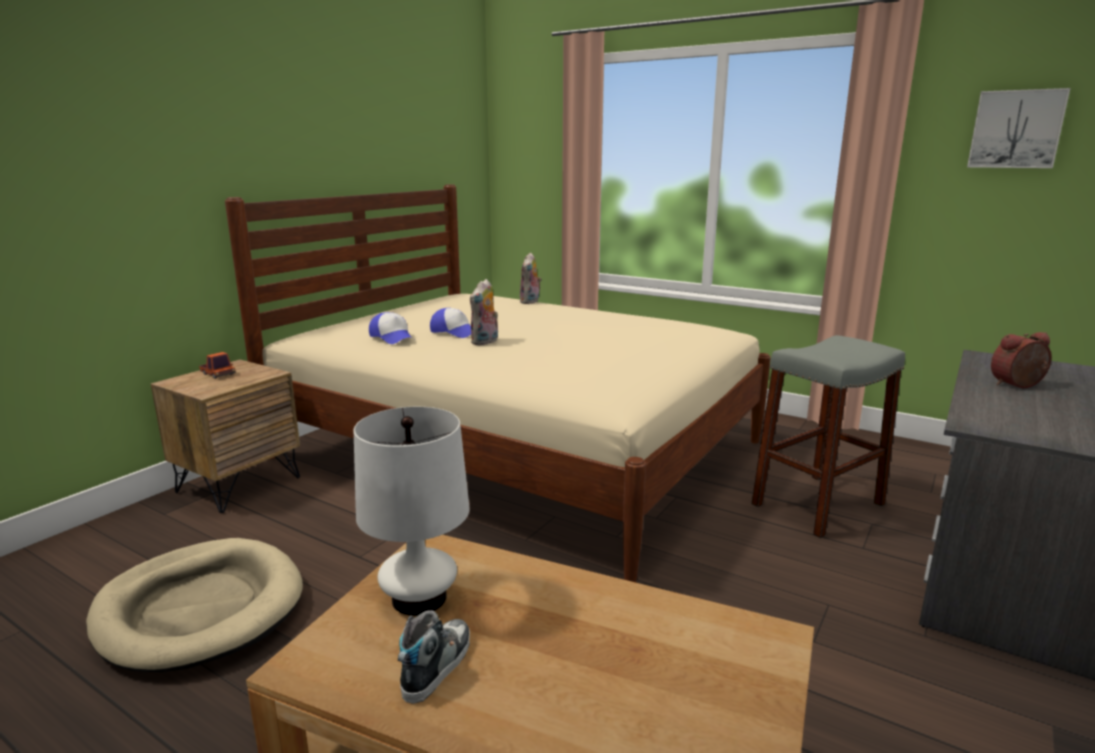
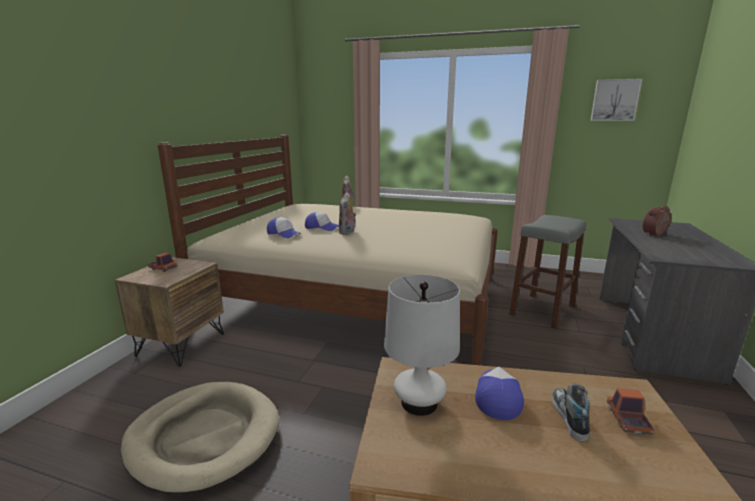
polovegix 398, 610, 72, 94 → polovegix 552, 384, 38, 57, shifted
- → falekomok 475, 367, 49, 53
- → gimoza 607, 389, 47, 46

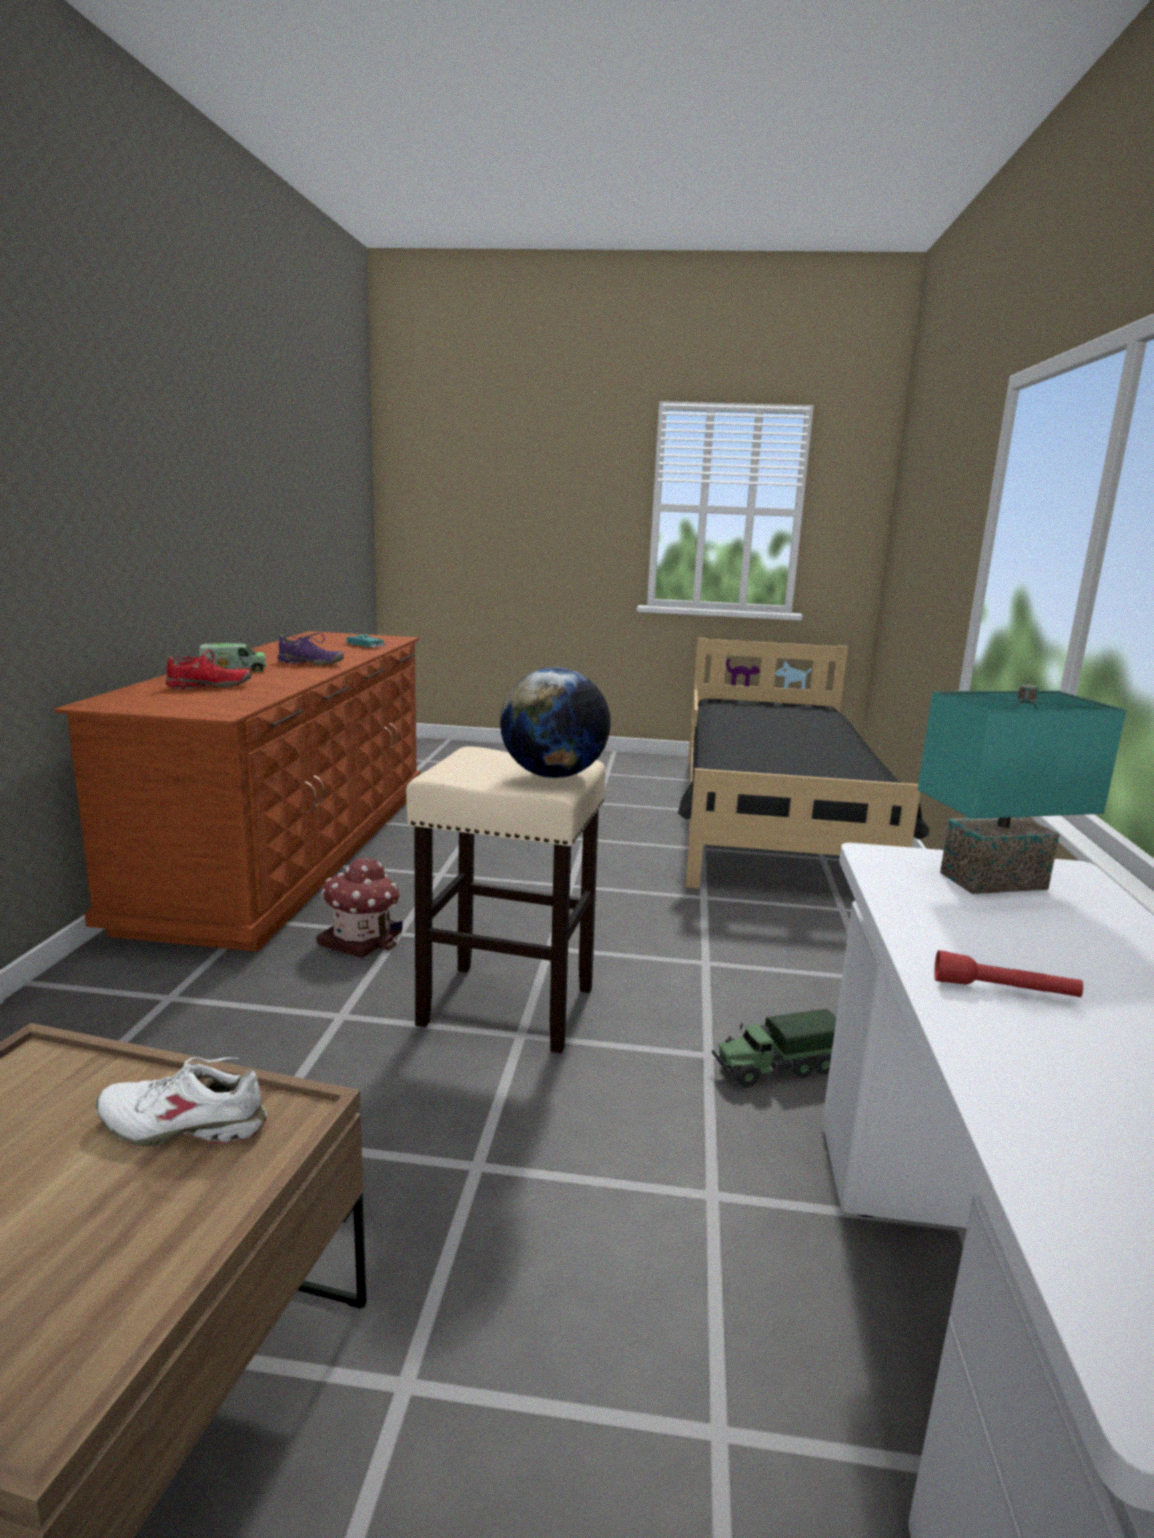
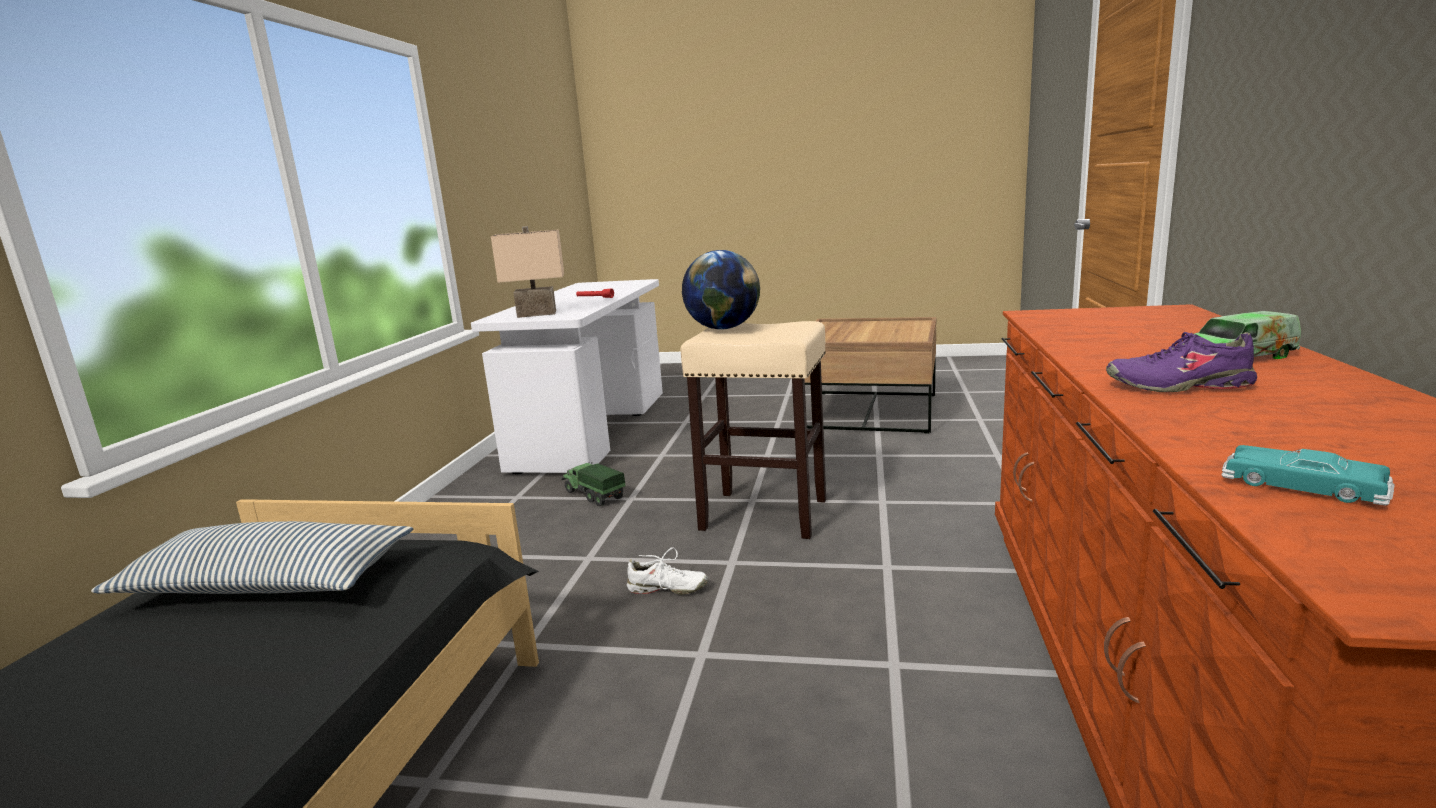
red polovegix 166, 650, 85, 40 → -
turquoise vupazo 918, 685, 208, 209 → beige vupazo 491, 226, 73, 92
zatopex 317, 858, 86, 100 → -
gimoza 712, 1009, 124, 79 → gimoza 561, 462, 64, 44, 120 degrees counterclockwise
white polovegix 96, 1057, 171, 89 → white polovegix 627, 547, 81, 48, shifted
- → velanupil 91, 521, 322, 73

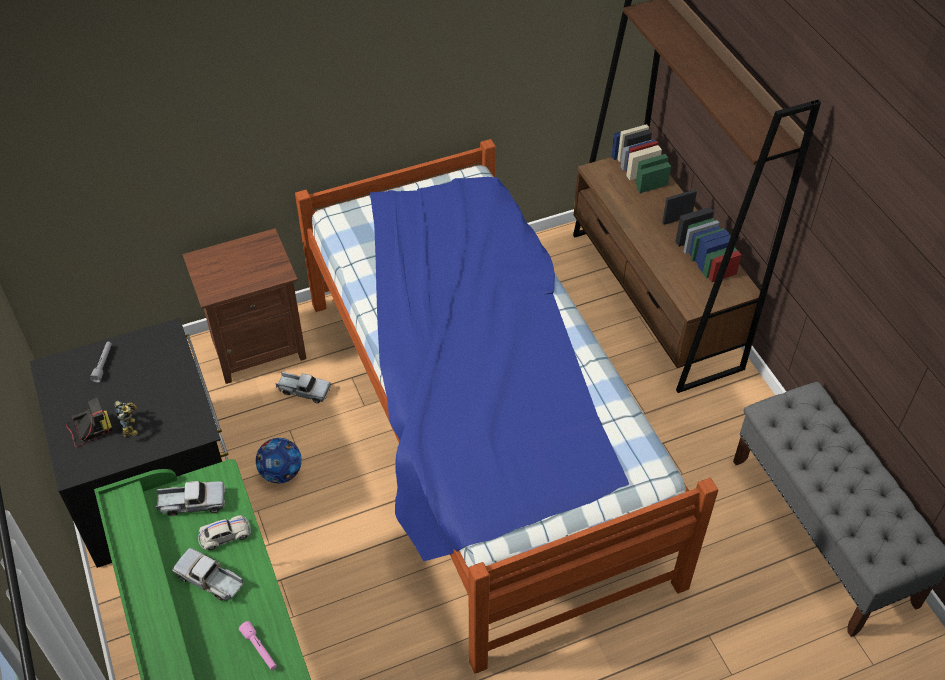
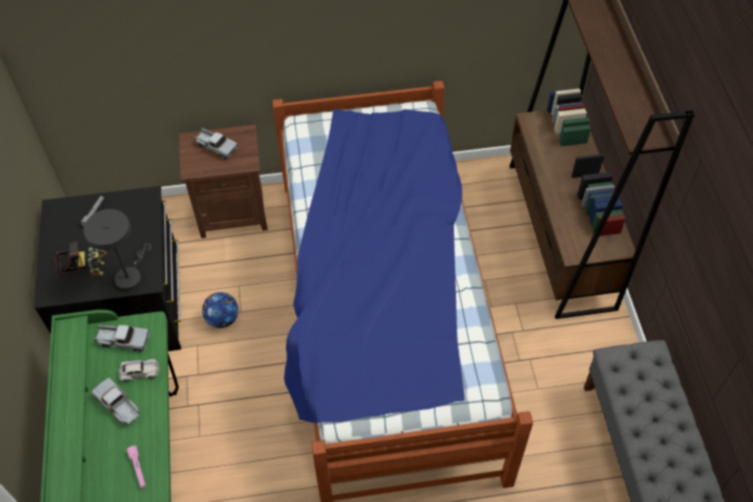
gimoza 275, 372, 56, 31 → gimoza 194, 128, 44, 31, shifted
- → grey vupazo 84, 209, 68, 82

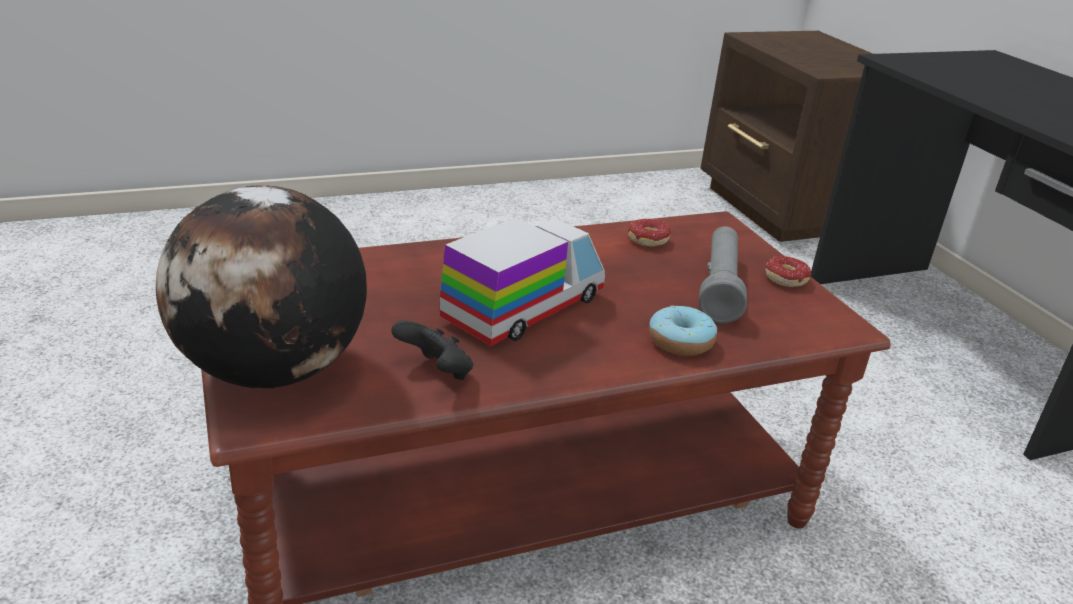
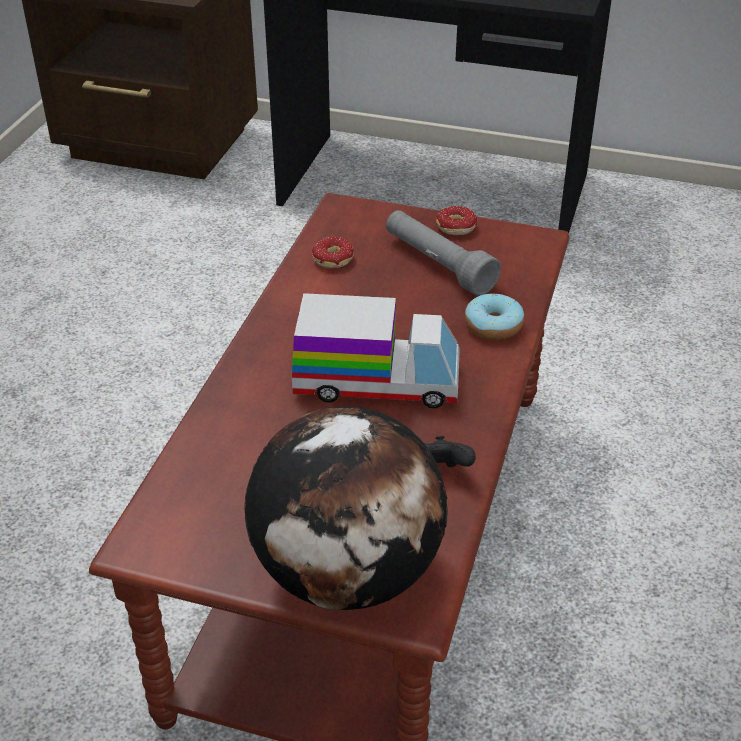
gimoza 440, 217, 165, 129 → gimoza 292, 293, 168, 115, 105 degrees clockwise

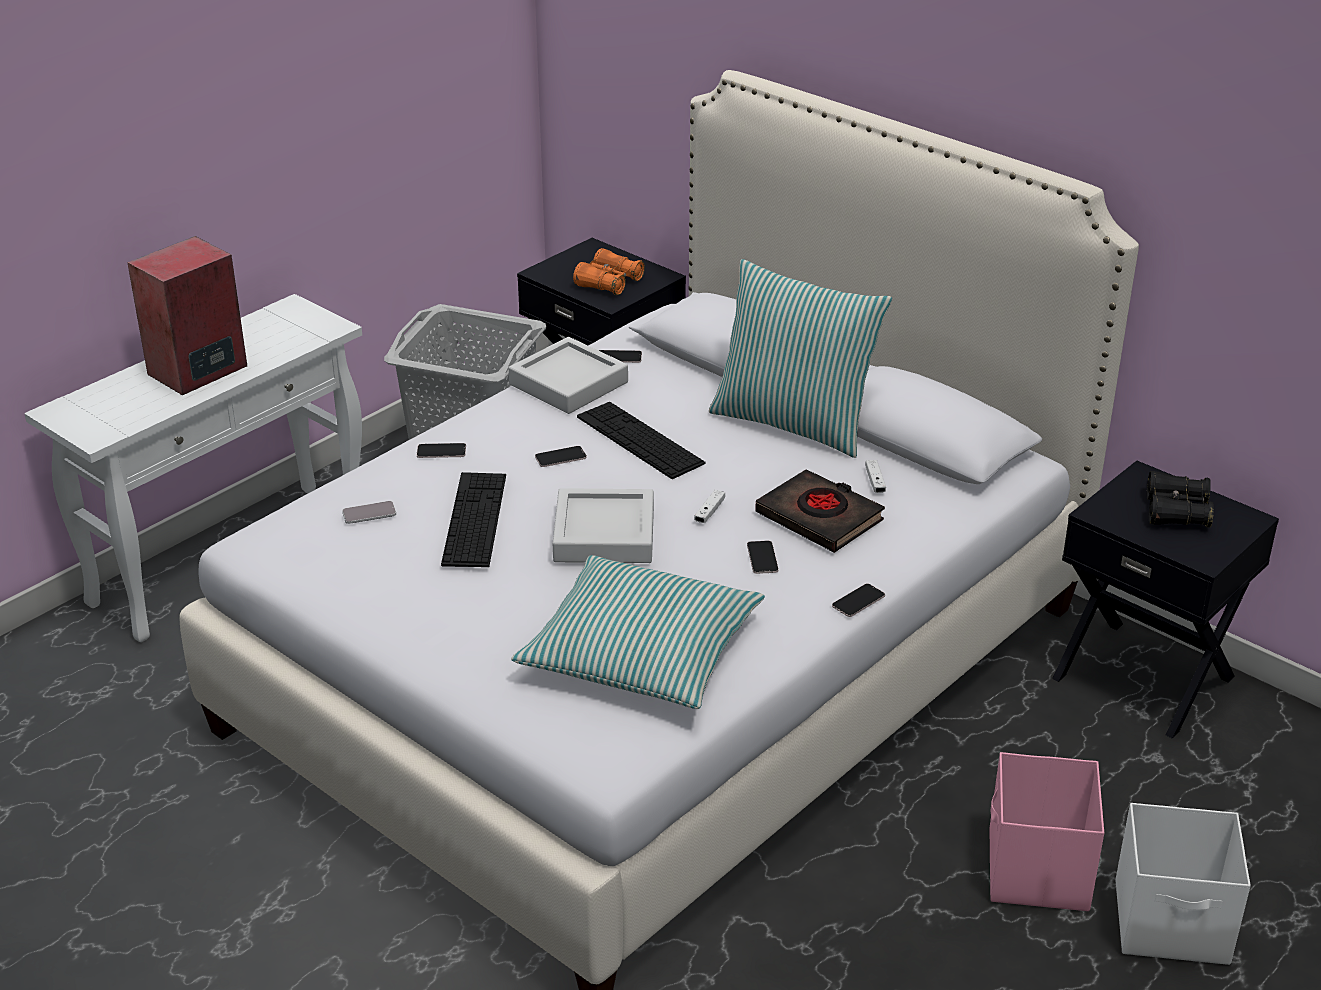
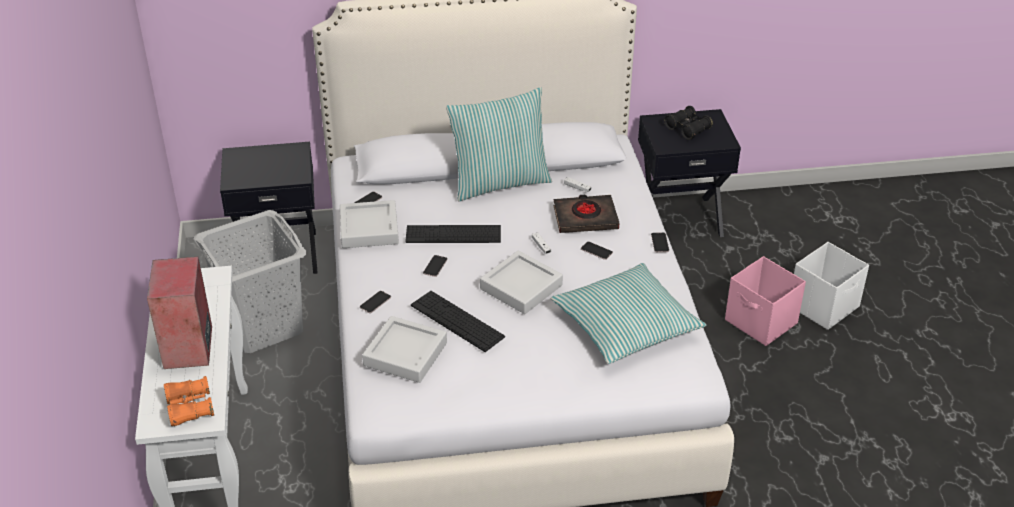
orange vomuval 573, 248, 72, 47 → orange vomuval 164, 376, 50, 50, shifted
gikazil 342, 501, 54, 23 → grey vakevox 362, 316, 85, 67

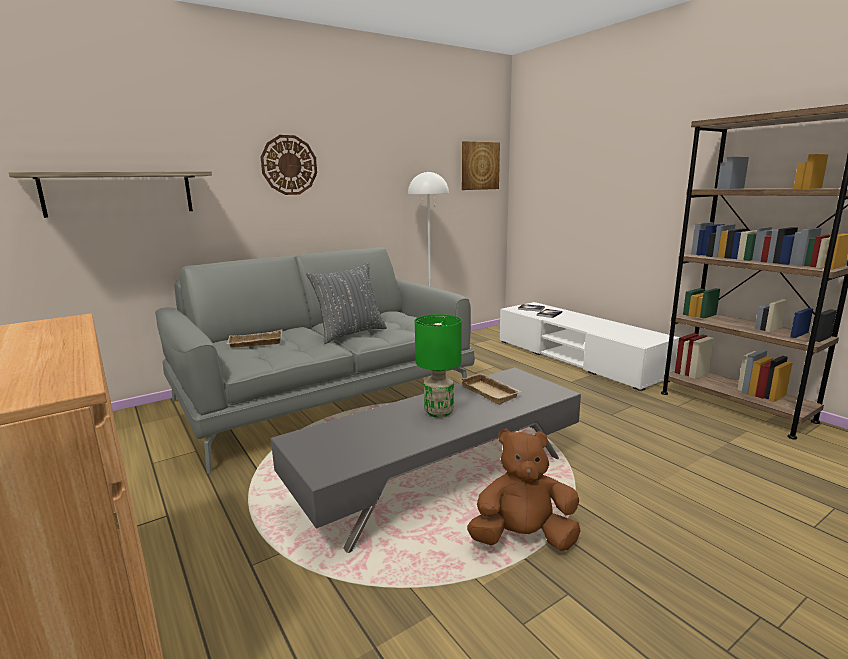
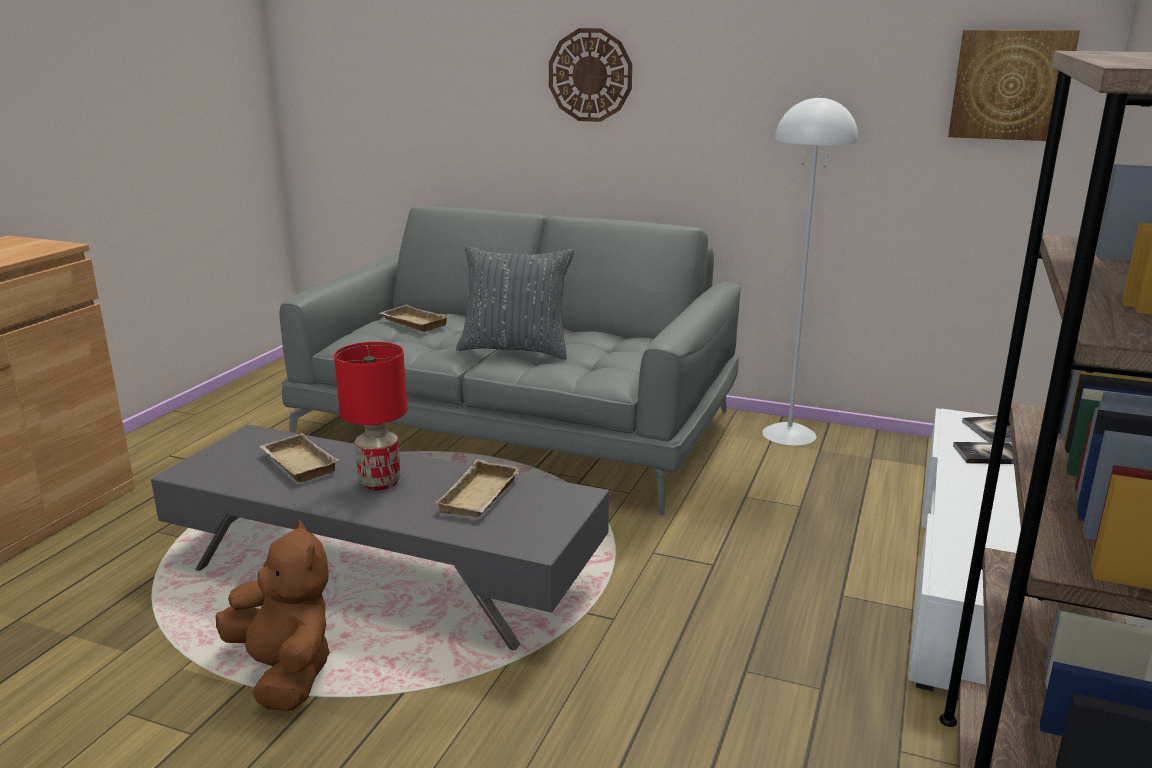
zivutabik 8, 171, 204, 47 → -
green vupazo 415, 314, 47, 104 → red vupazo 334, 342, 73, 149
- → beige vakevox 259, 433, 80, 49

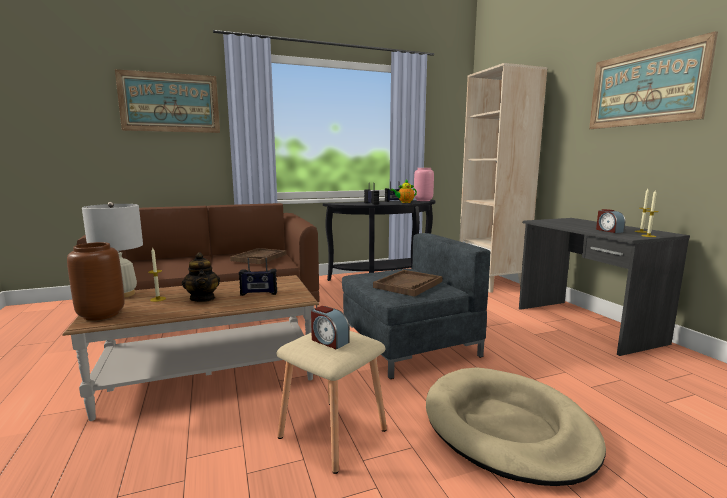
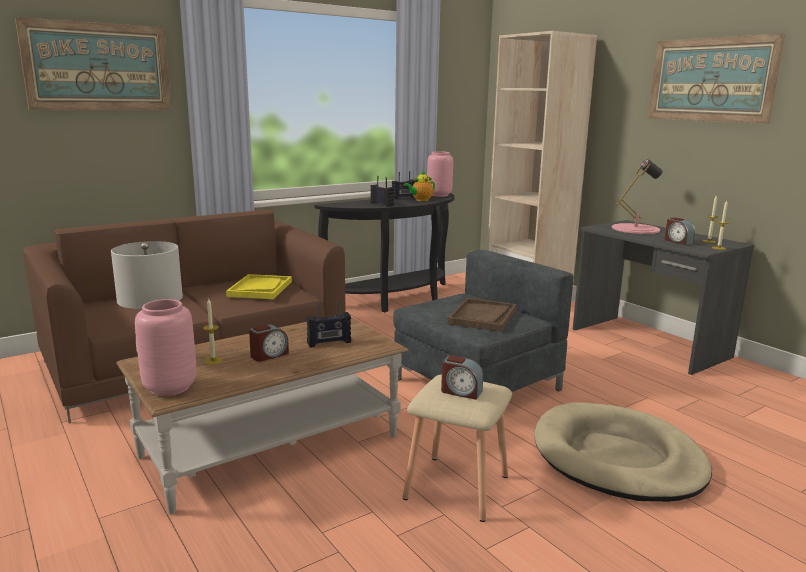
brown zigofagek 67, 242, 58, 79 → pink zigofagek 135, 299, 61, 97
brown vakevox 230, 248, 57, 16 → yellow vakevox 226, 274, 66, 25
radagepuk 182, 252, 38, 50 → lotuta 249, 324, 40, 38
- → pink vupazo 612, 159, 51, 75

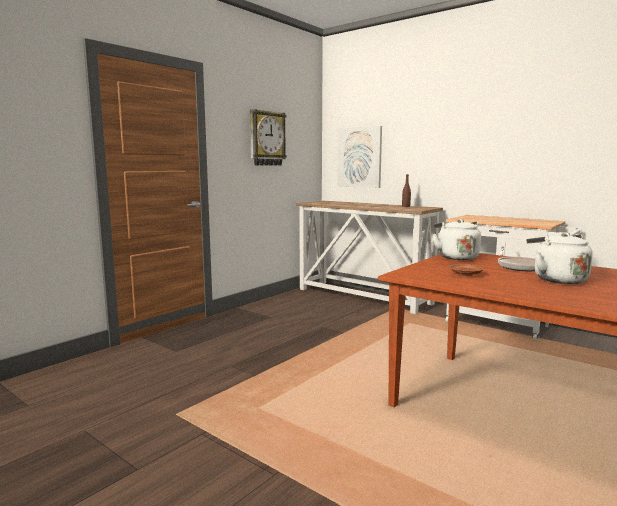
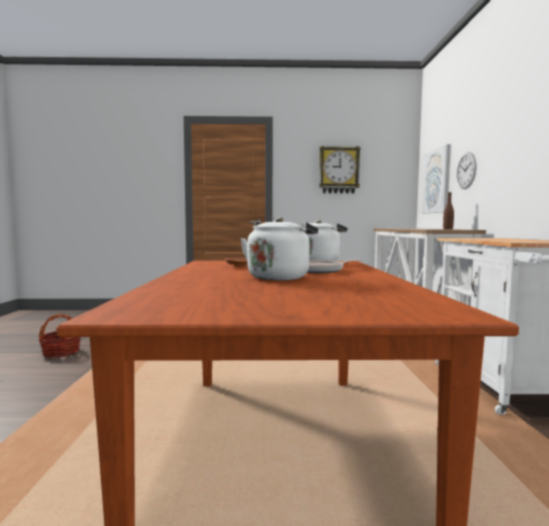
- → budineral 457, 152, 19, 37
- → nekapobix 39, 314, 42, 44

